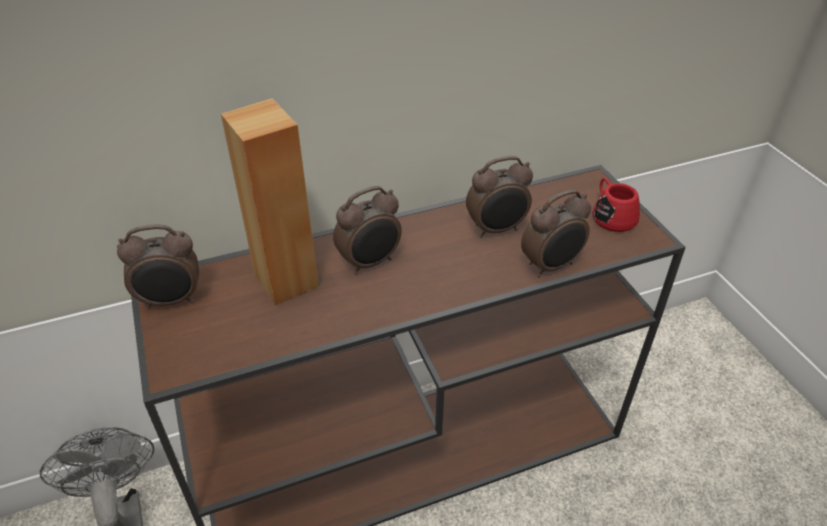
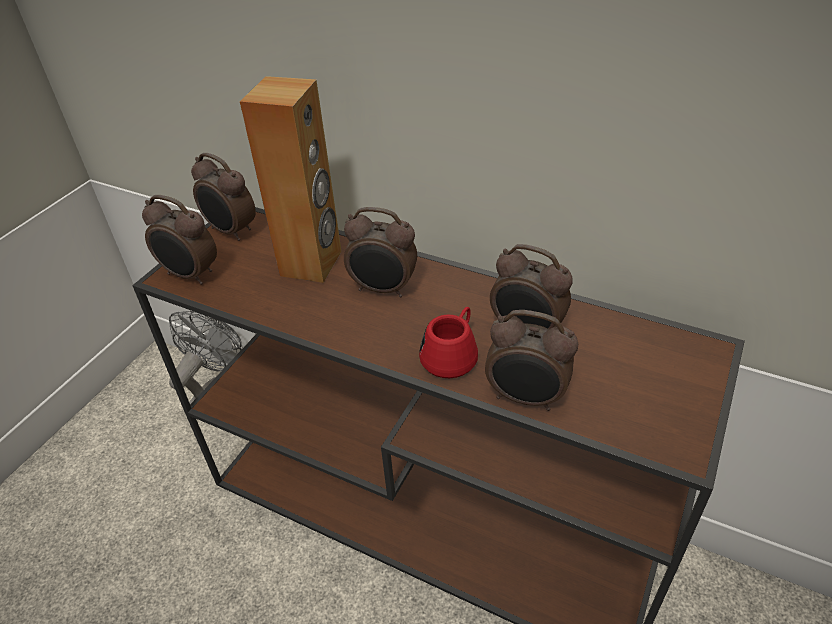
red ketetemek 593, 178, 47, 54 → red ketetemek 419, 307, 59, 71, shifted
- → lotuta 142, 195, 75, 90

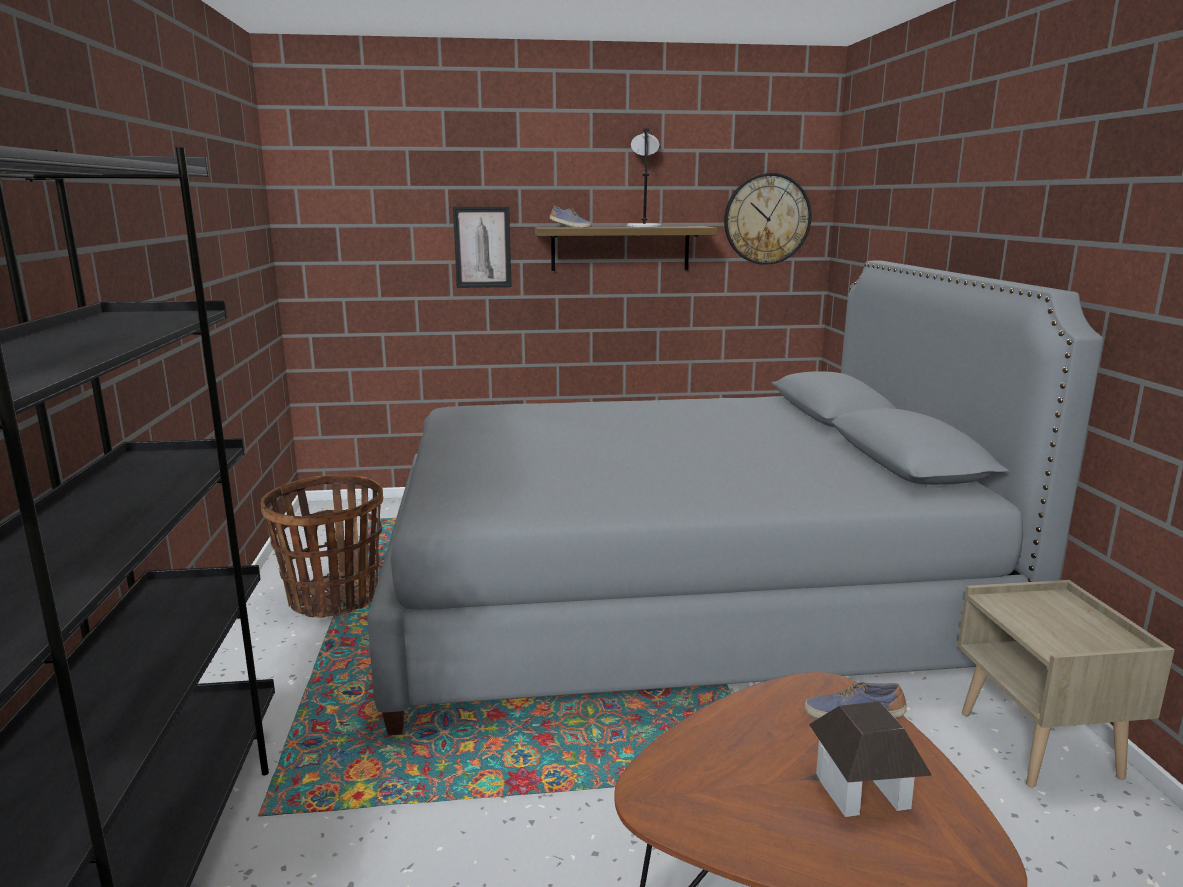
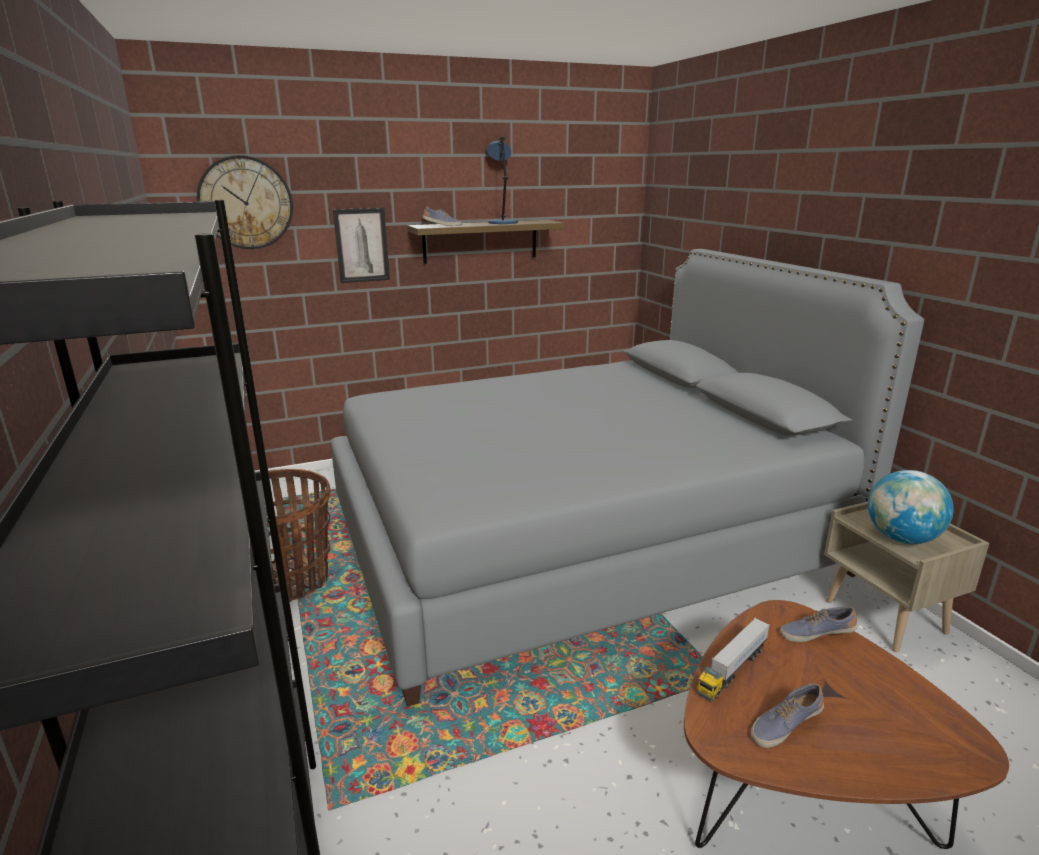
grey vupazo 627, 128, 35, 99 → blue vupazo 487, 137, 31, 87
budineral 724, 173, 88, 92 → budineral 197, 155, 96, 94, shifted
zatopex 809, 701, 123, 116 → -
- → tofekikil 868, 470, 86, 74
- → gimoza 697, 617, 73, 84
- → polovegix 750, 683, 74, 65

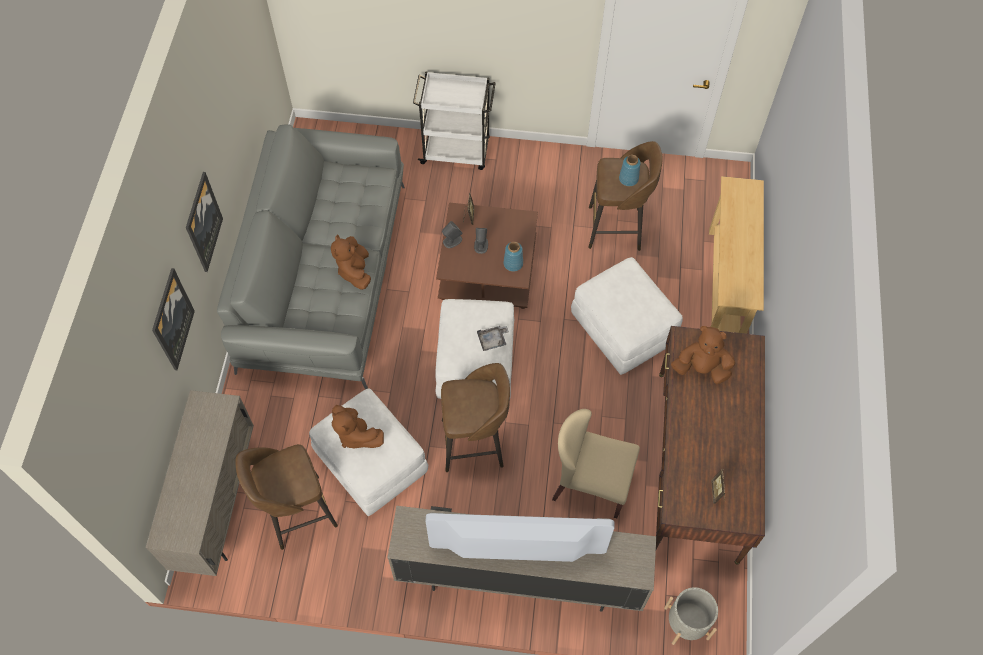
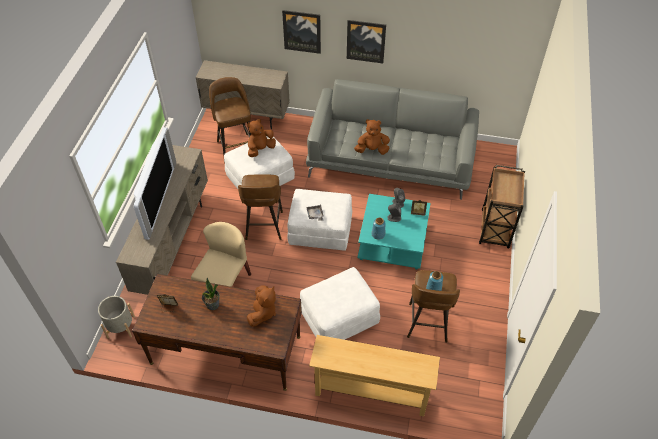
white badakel 413, 71, 83, 99 → brown badakel 479, 165, 46, 83
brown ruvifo 436, 203, 102, 106 → turquoise ruvifo 357, 194, 74, 75
- → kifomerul 202, 278, 18, 32

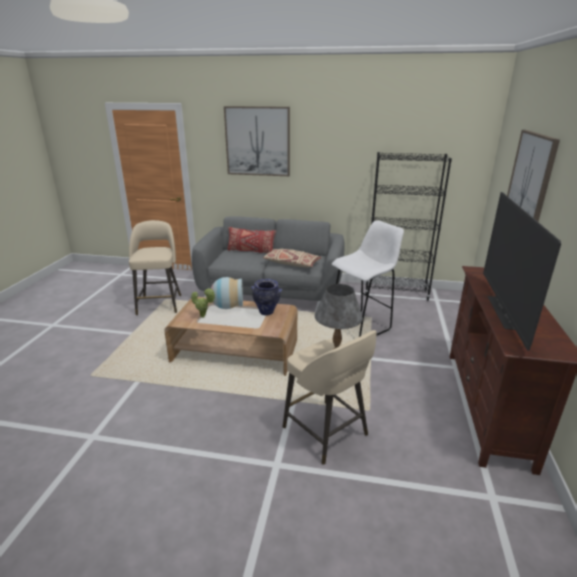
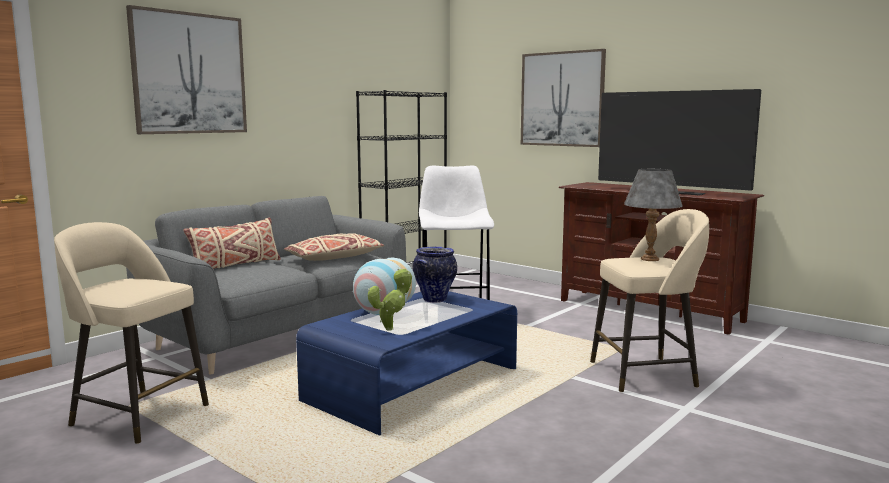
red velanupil 227, 227, 49, 26 → beige velanupil 183, 218, 98, 51
brown ruvifo 164, 297, 133, 79 → blue ruvifo 296, 291, 221, 145

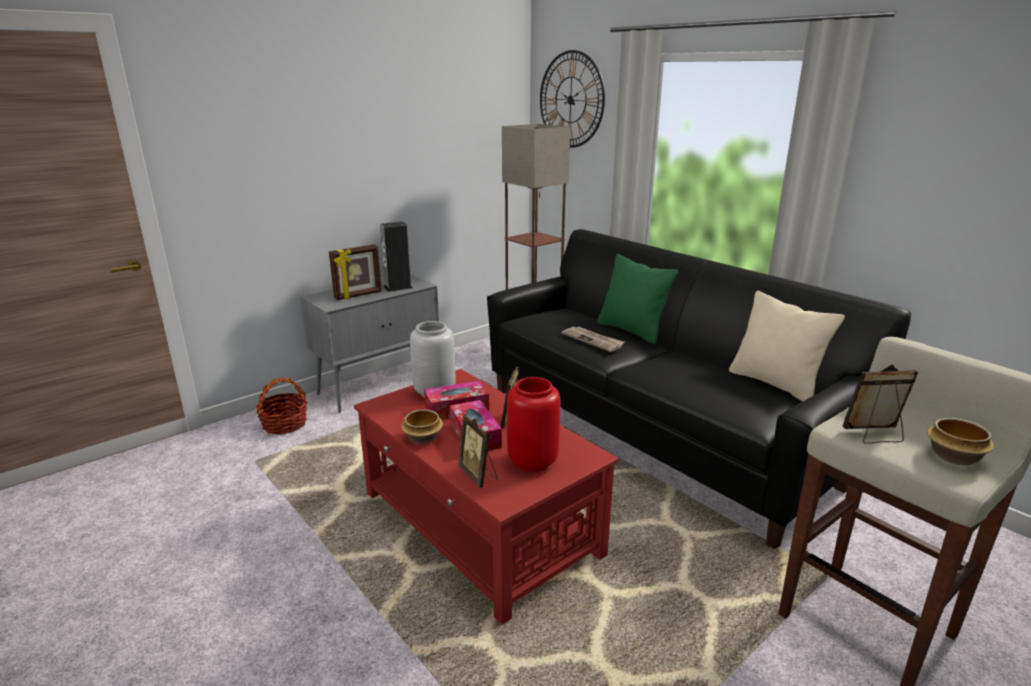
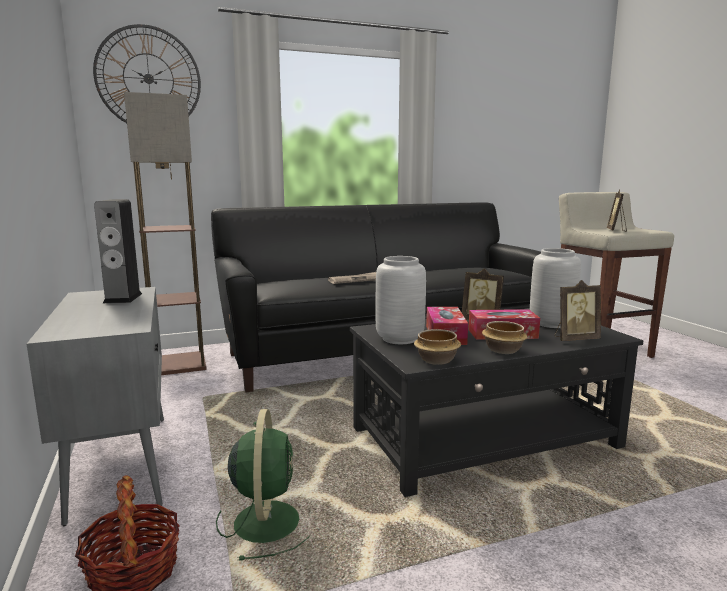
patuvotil 329, 244, 53, 56 → -
green velanupil 597, 254, 81, 90 → -
beige velanupil 729, 291, 116, 111 → -
red ruvifo 354, 369, 265, 256 → black ruvifo 350, 308, 293, 189
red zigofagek 507, 377, 54, 95 → grey zigofagek 530, 248, 51, 80
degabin 927, 418, 67, 47 → degabin 414, 329, 47, 36, shifted
- → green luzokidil 216, 409, 94, 152

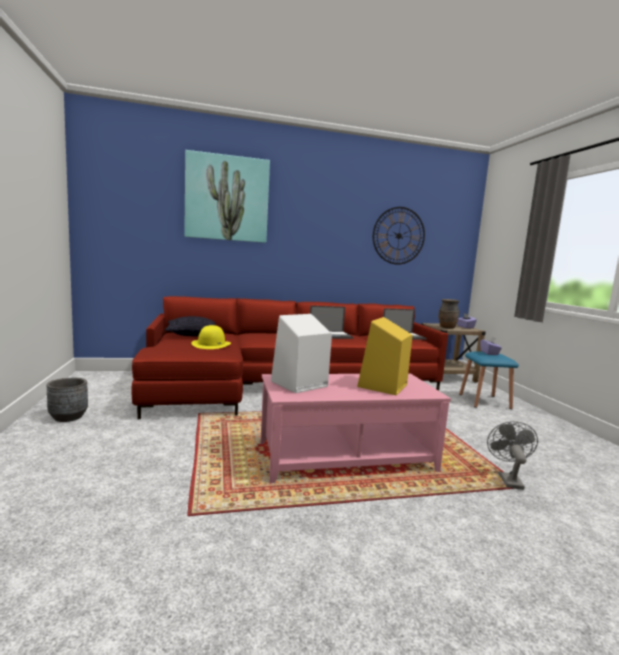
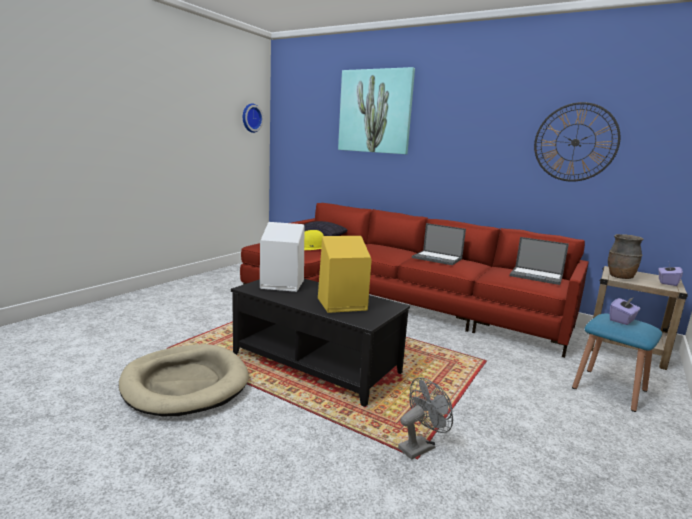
pink ruvifo 260, 374, 191, 109 → black ruvifo 231, 279, 179, 128
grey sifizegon 46, 378, 42, 44 → -
- → budineral 243, 103, 21, 30
- → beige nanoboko 119, 344, 130, 72

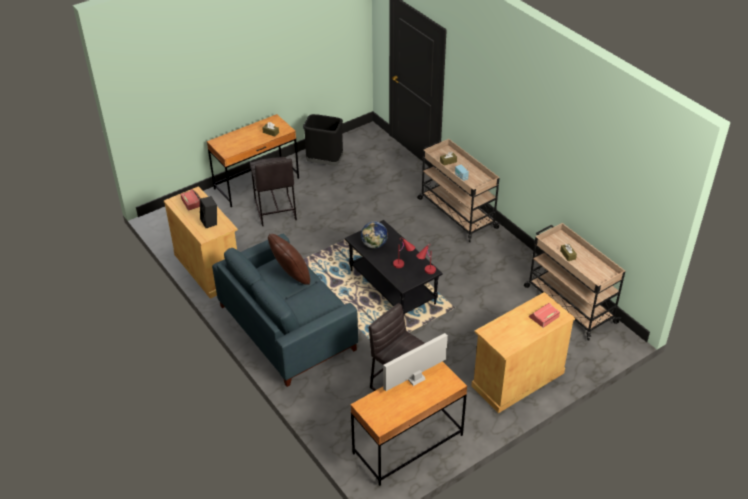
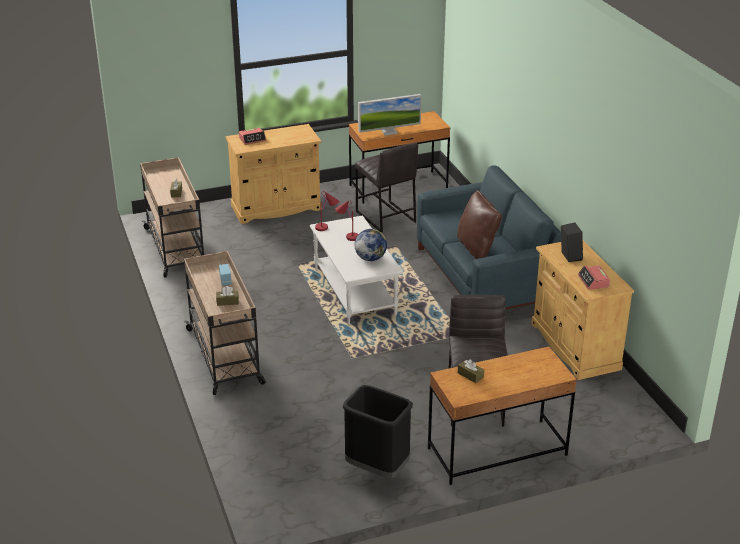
black ruvifo 345, 220, 97, 95 → white ruvifo 310, 215, 93, 110

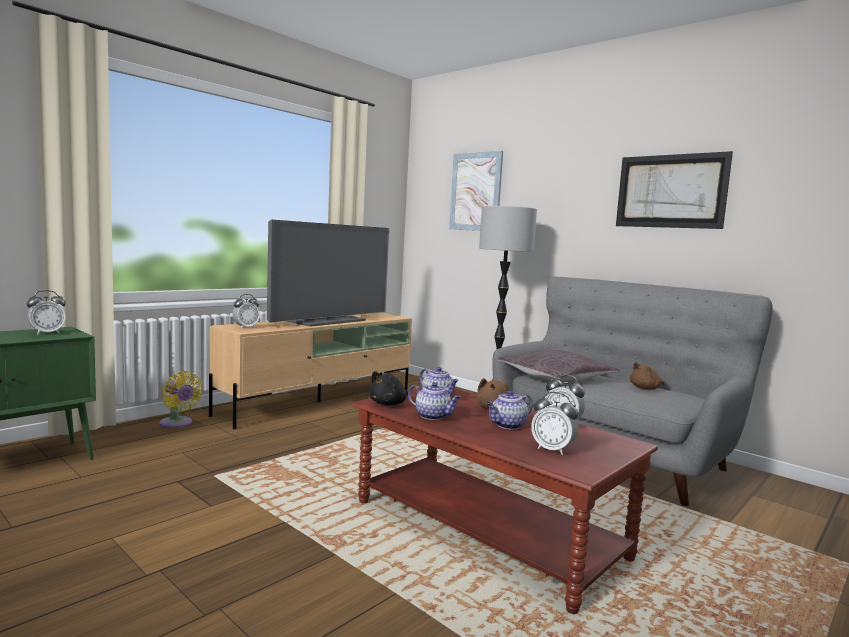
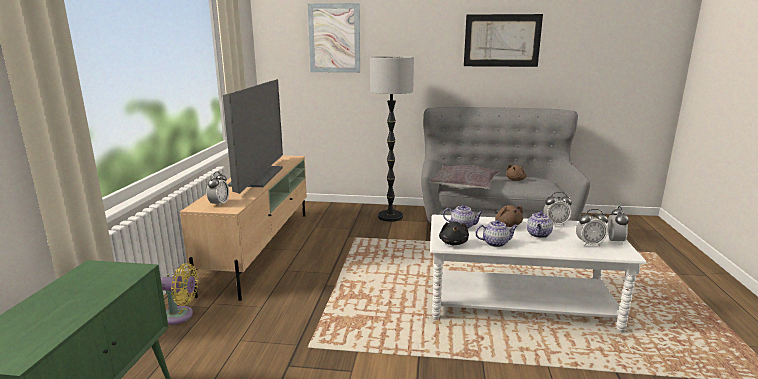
lotuta 27, 290, 39, 45 → lotuta 608, 206, 21, 39, shifted
brown ruvifo 352, 387, 306, 227 → white ruvifo 430, 215, 216, 118

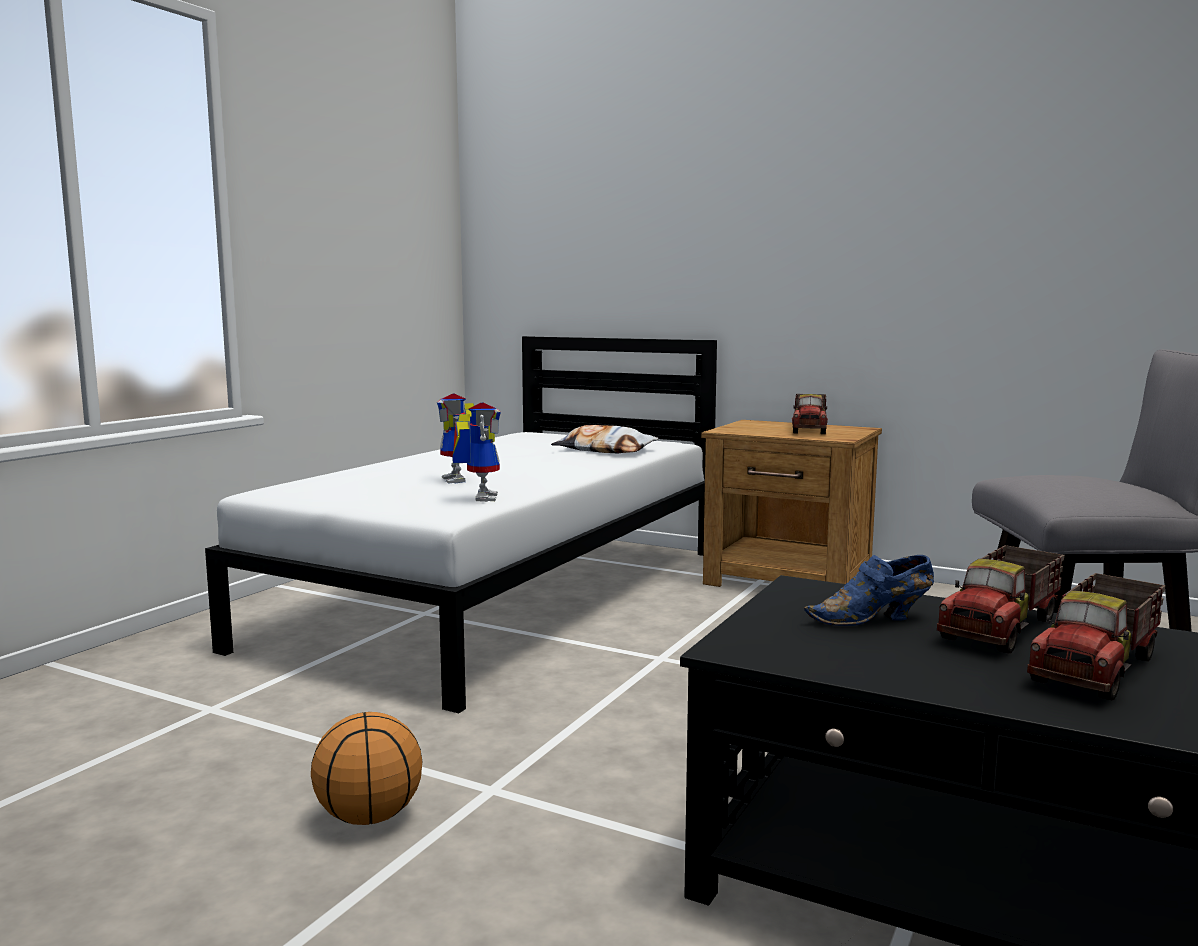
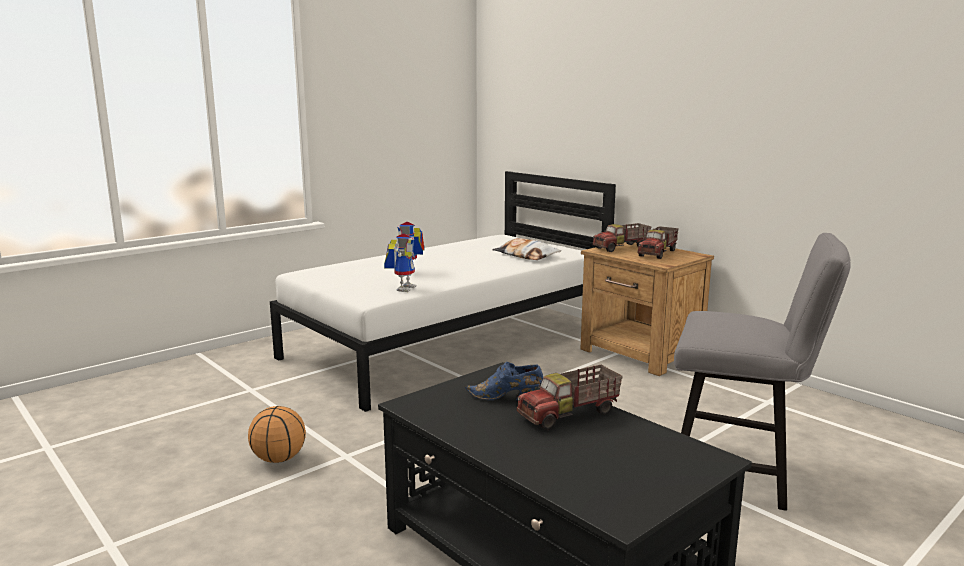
gimoza 1027, 573, 139, 128 → gimoza 593, 223, 59, 29, shifted

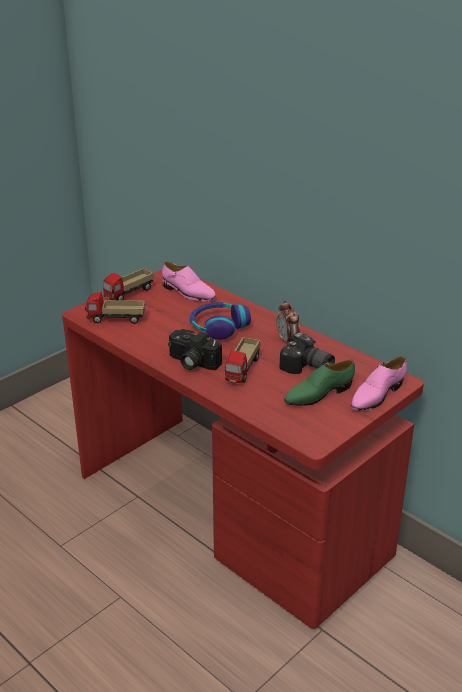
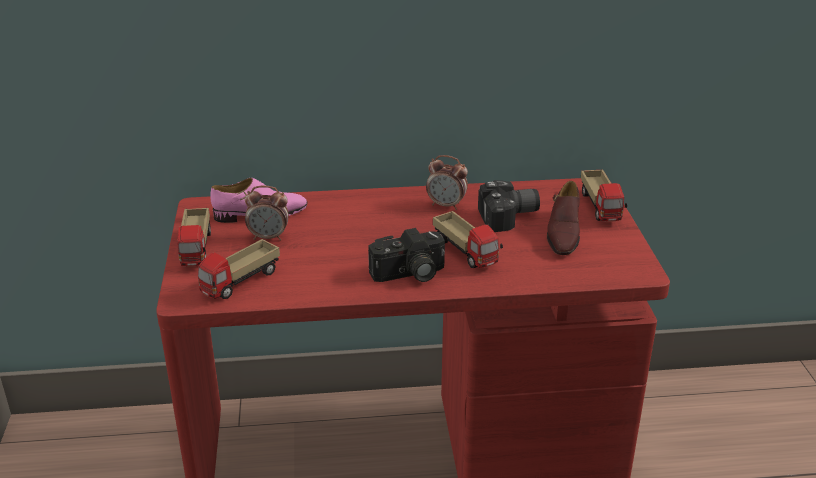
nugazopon 190, 302, 61, 38 → -
pink polovegix 351, 356, 56, 55 → gimoza 581, 170, 46, 52
green polovegix 284, 360, 71, 46 → brown polovegix 547, 181, 33, 74
- → lotuta 245, 186, 44, 55

